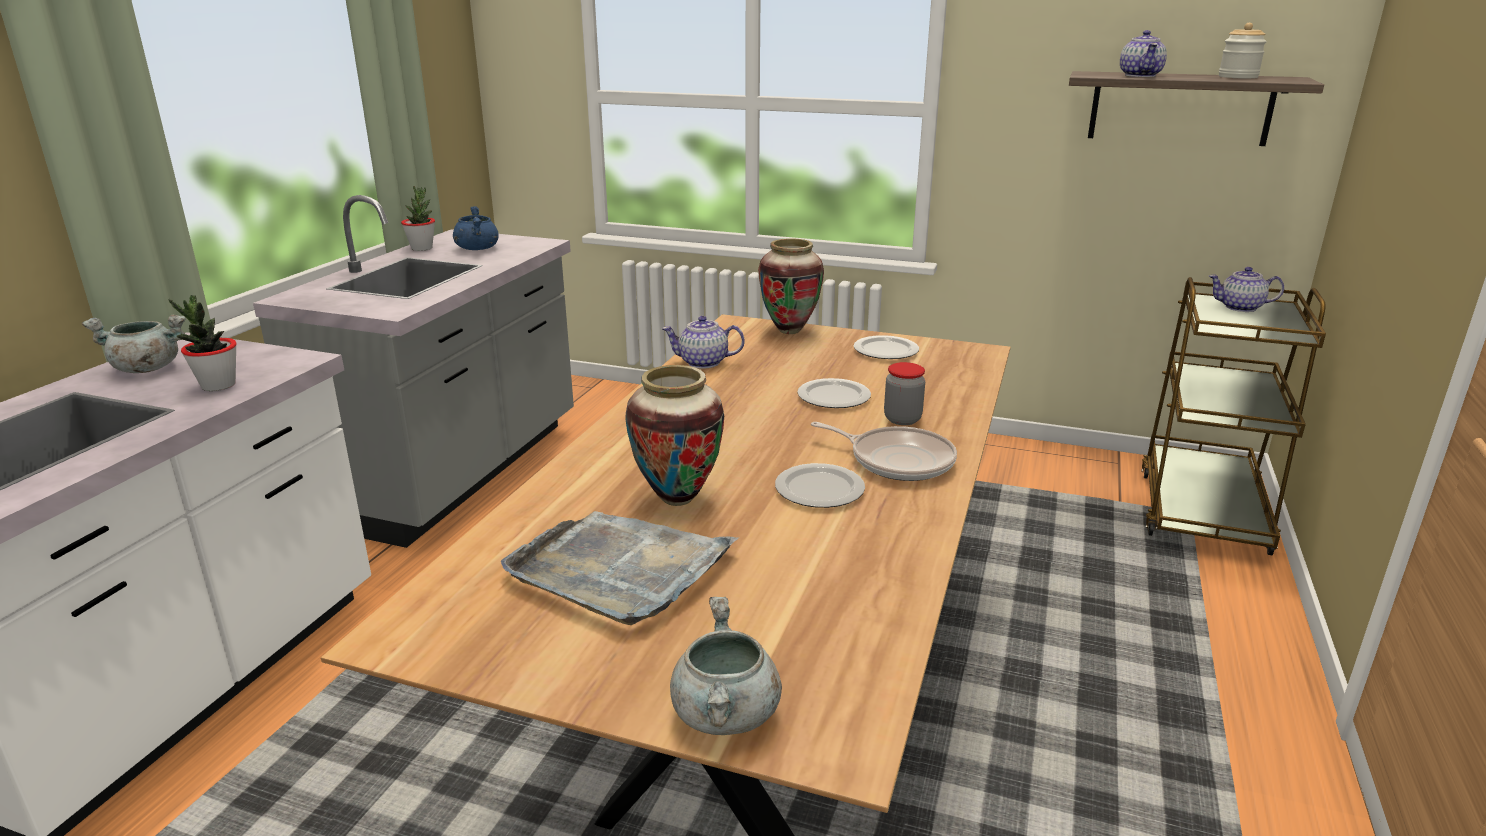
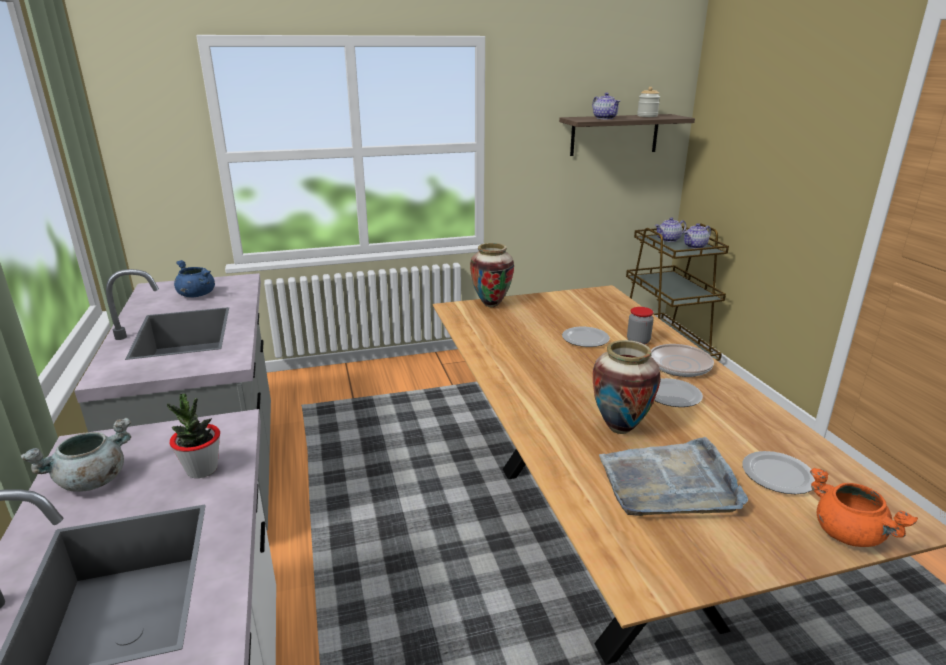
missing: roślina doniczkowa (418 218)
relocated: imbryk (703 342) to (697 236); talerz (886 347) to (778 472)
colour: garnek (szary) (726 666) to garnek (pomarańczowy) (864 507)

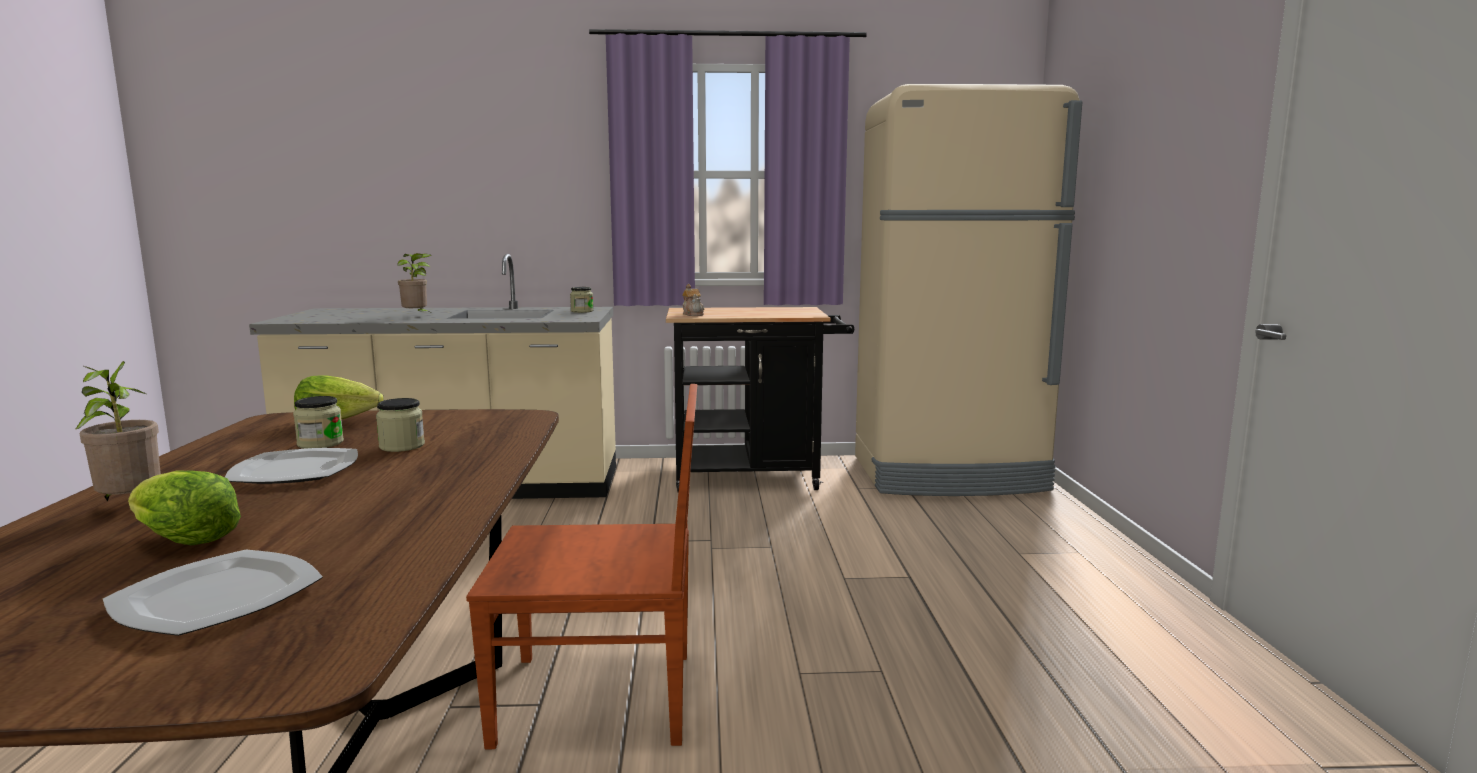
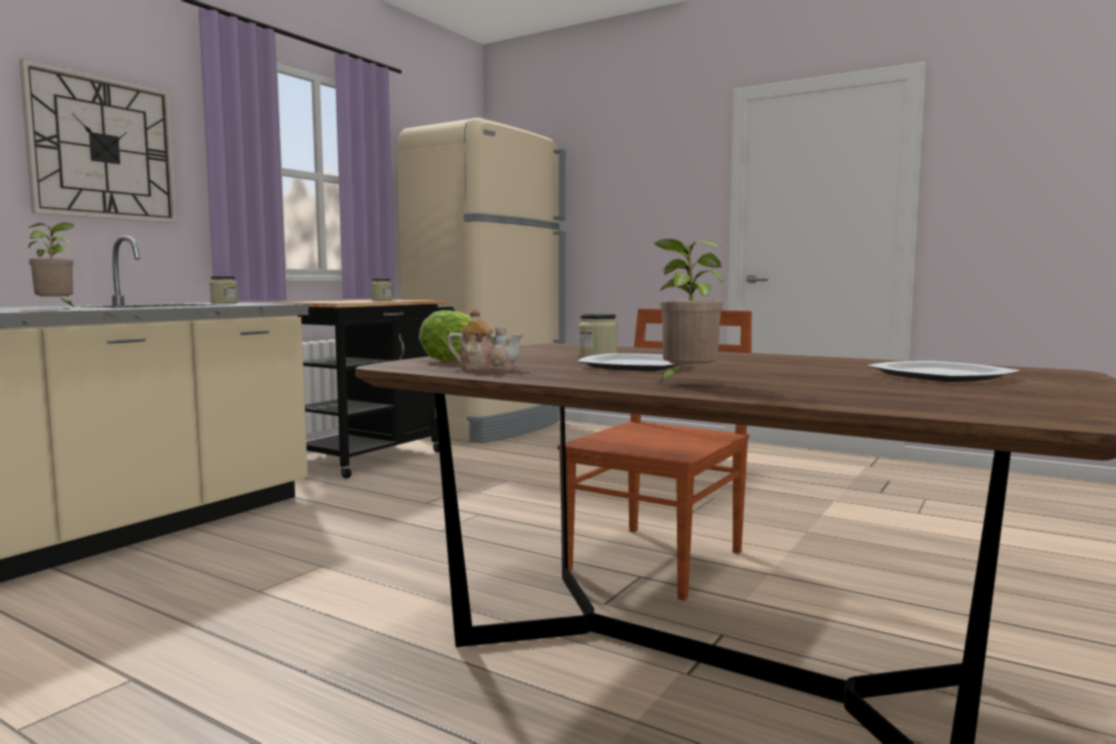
missing: sałata (184 508)
appeared: zegar ścienny (98 141)
relocated: słoik (318 422) to (381 290); imbryk (693 300) to (485 339)

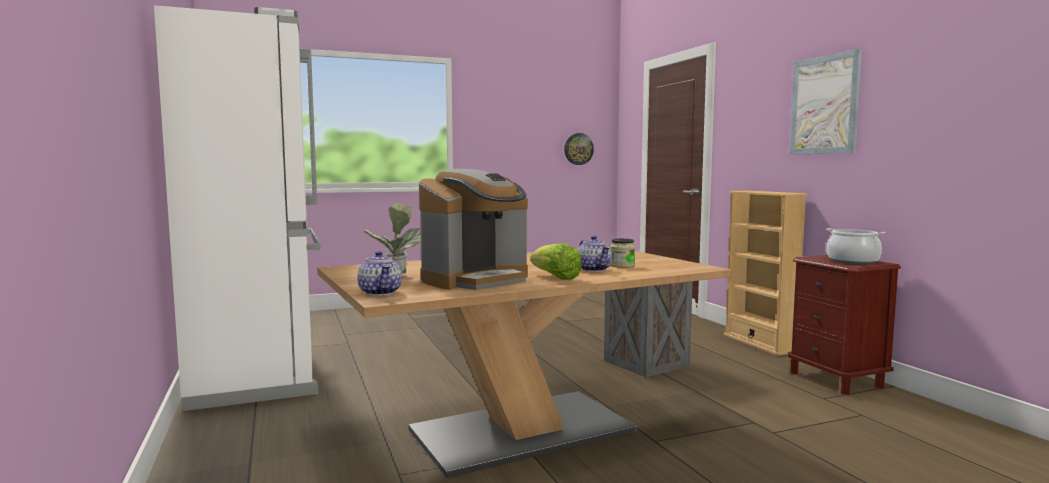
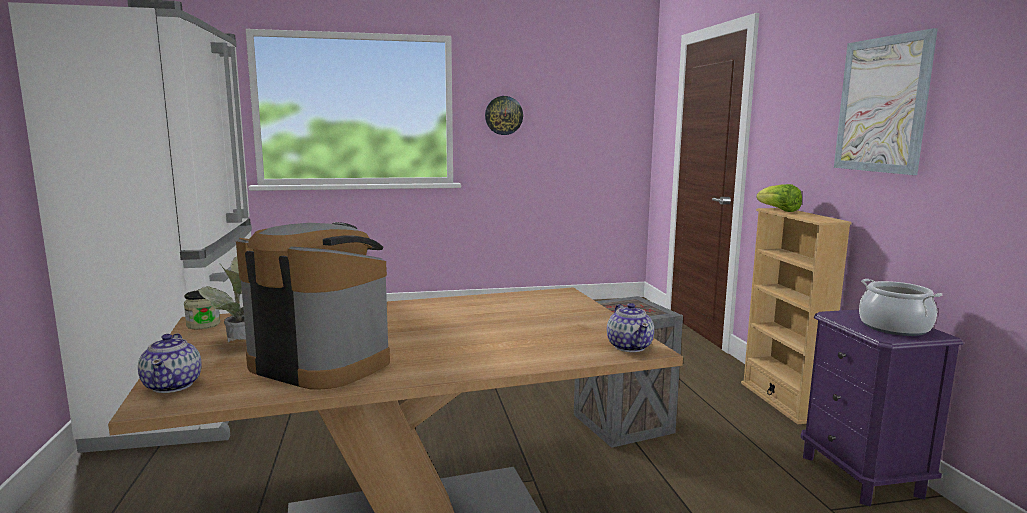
relocated: sałata (555 261) to (779 198); zegar ścienny (579 149) to (504 115); imbryk (594 254) to (630 327); słoik (622 253) to (202 309)
colour: szafka nocna (brązowy) (844 325) to szafka nocna (fioletowy) (882 408)
spun: ekspres do kawy (473 229) = (313 305) 120 degrees counterclockwise

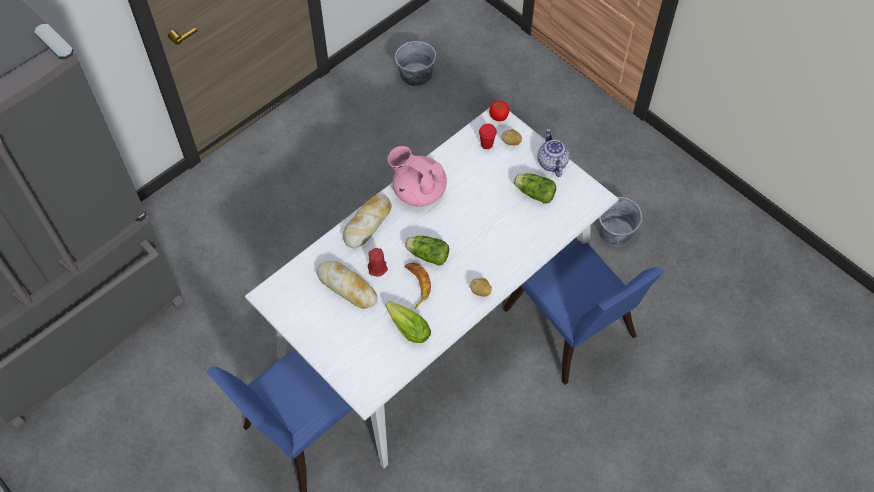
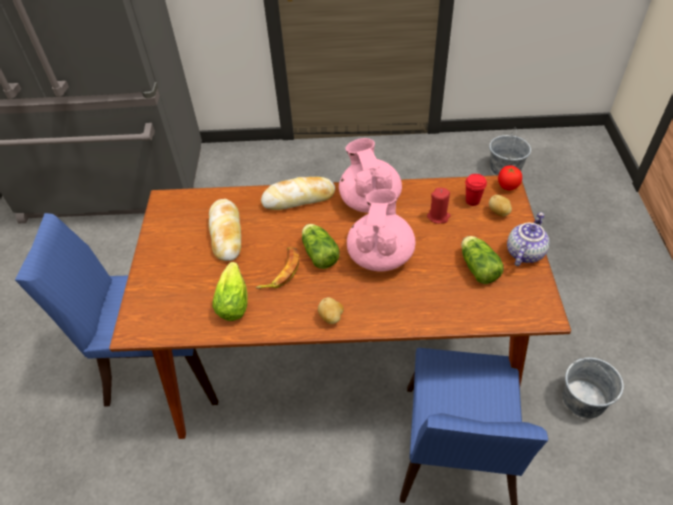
appeared: imbryk (różowy) (381 230)
relocated: świeca (czerwony) (378 262) to (439 206)
colour: stół jadalny (biały) (432 288) to stół jadalny (brązowy) (340 307)

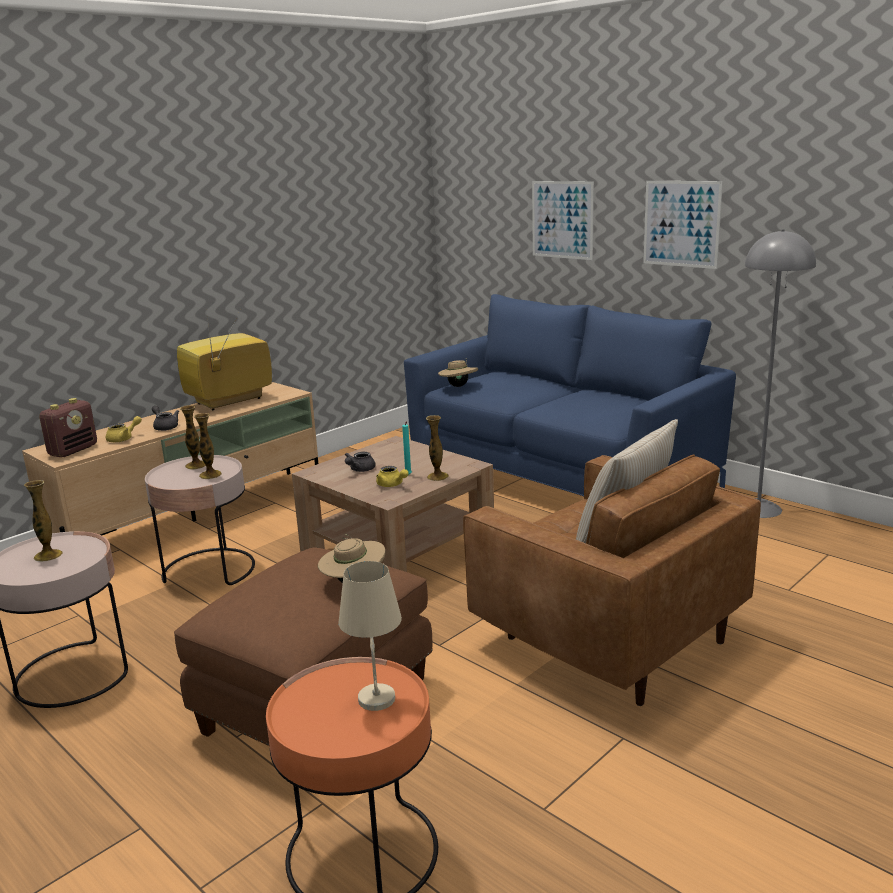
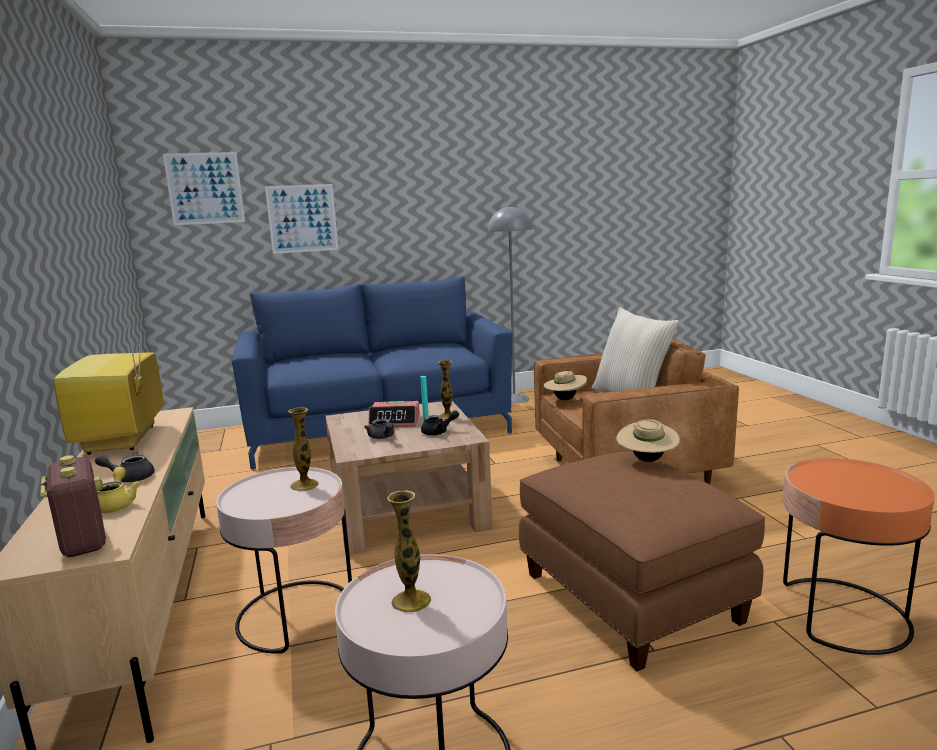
missing: wazon (193 437); lampa stołowa (beżowy) (370 636)
appeared: budzik (394 414)
relocated: kapelusz (beżowy) (458 373) to (565 384); obraz (683 225) to (204 188)
colour: imbryk (żółty) (392 476) to imbryk (czarny) (440 422)

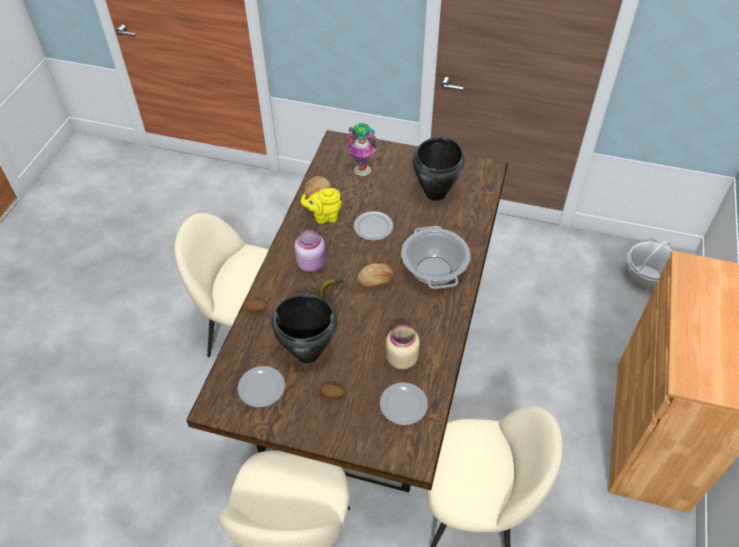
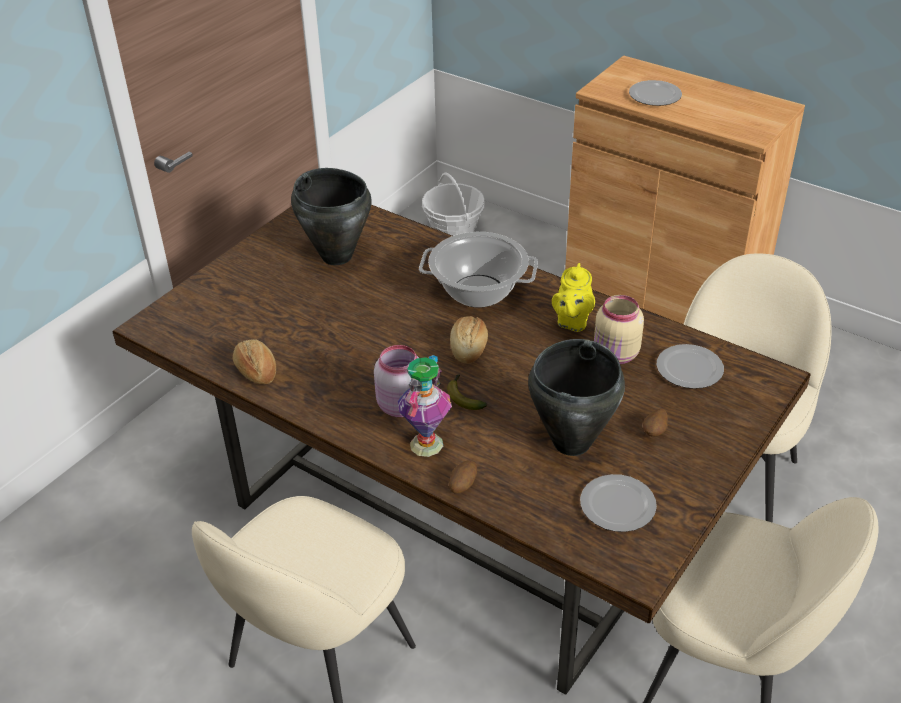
relocated: imbryk (żółty) (321 206) to (573 297); wazon (362 149) to (425 406); talerz (373 226) to (655 93)

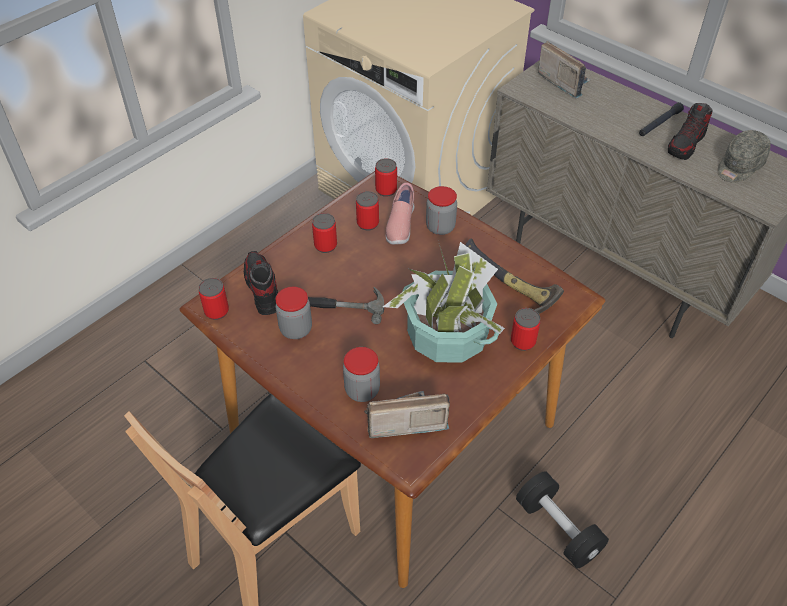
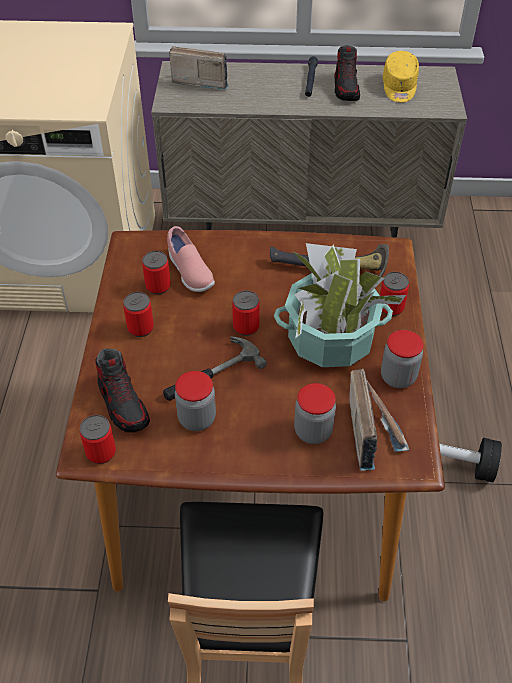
relocated: puszka (386 177) to (246 313); słoik (441 210) to (402 359)
colour: czapka z daszkiem (szary) (743 156) to czapka z daszkiem (żółty) (401 76)
spun: but (261 283) = (122 390) 150 degrees counterclockwise; radio (407 414) = (379 419) 135 degrees clockwise

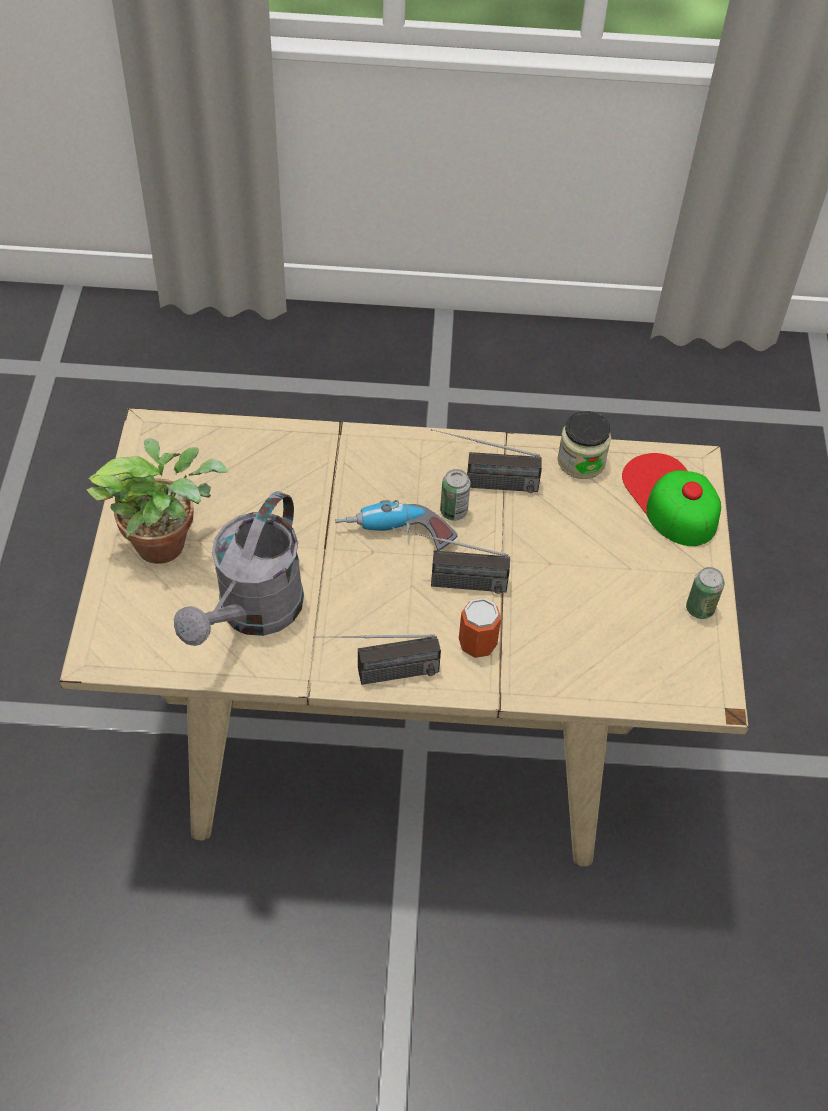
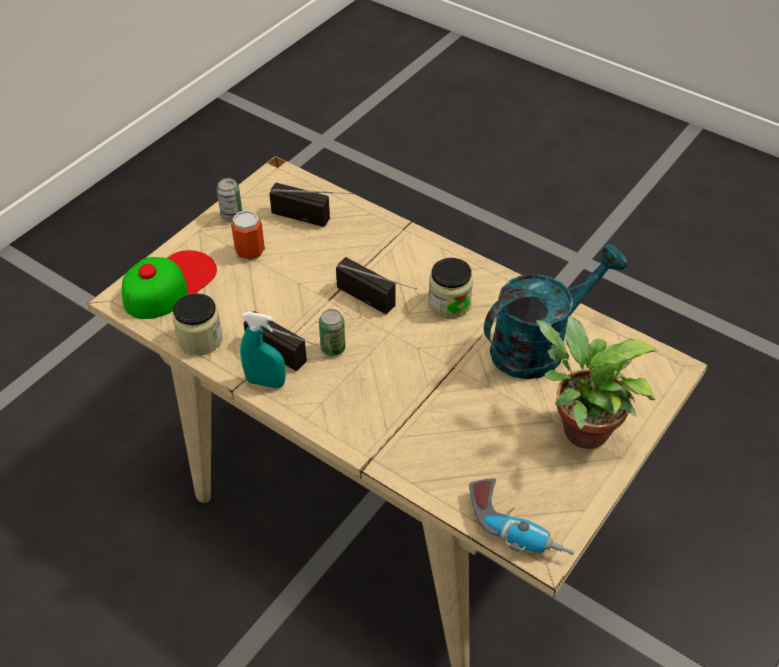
appeared: spryskiwacz (turkusowy) (262 350); słoik (450 288)
relocated: radio (377 659) to (311 204); wiertarka (396 525) to (521 516); puszka (480 628) to (248 235)
colour: konewka (szary) (239 568) to konewka (turkusowy) (555 311)
spun: czapka z daszkiem (671 499) = (169 284) 150 degrees counterclockwise

